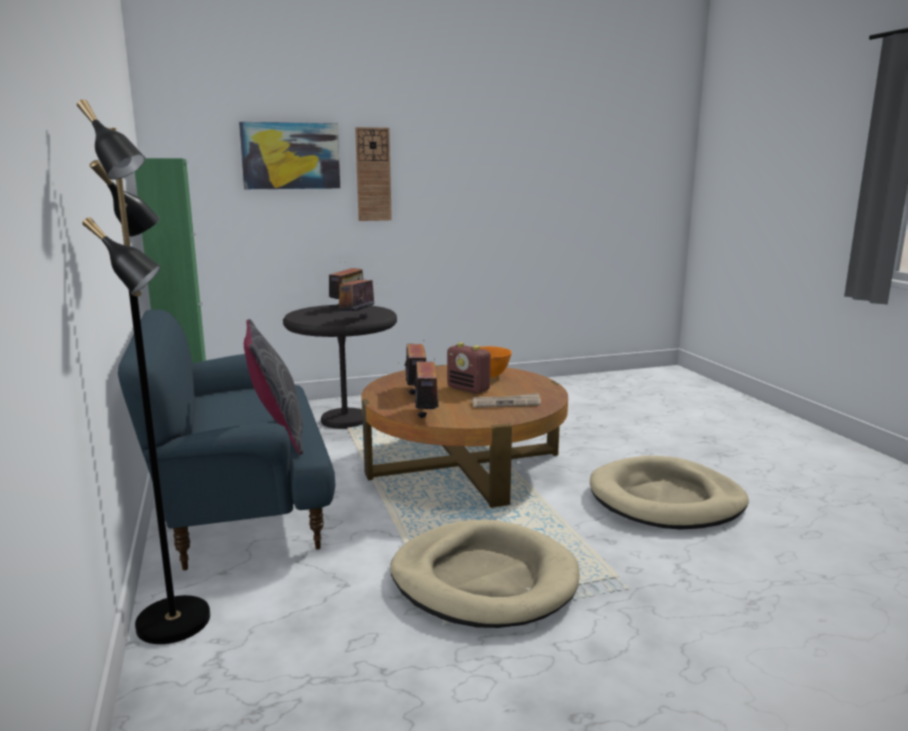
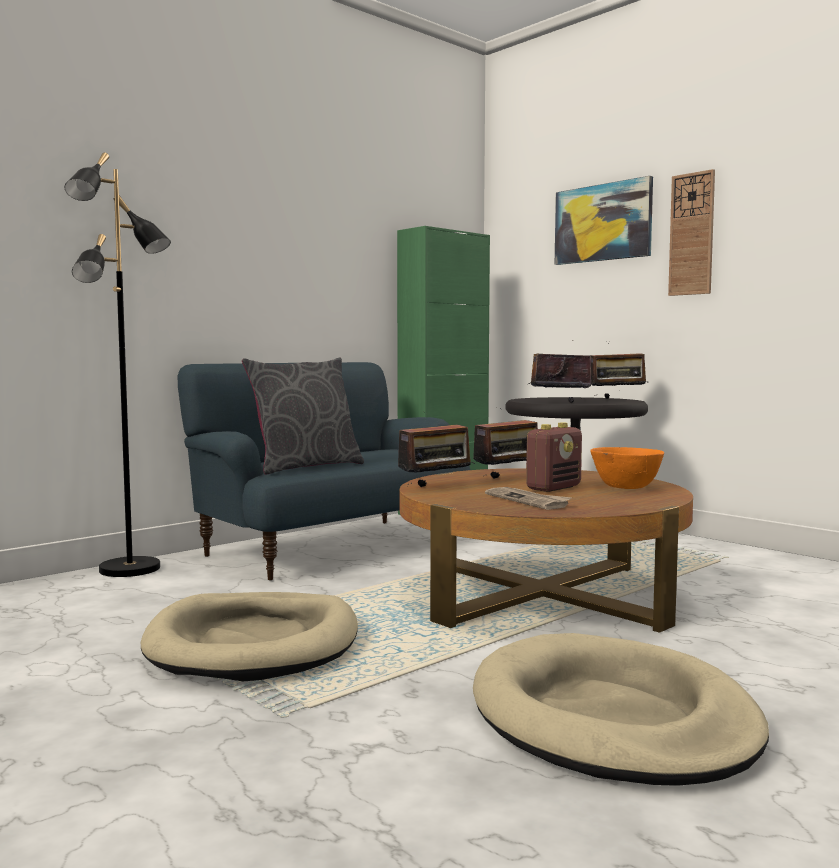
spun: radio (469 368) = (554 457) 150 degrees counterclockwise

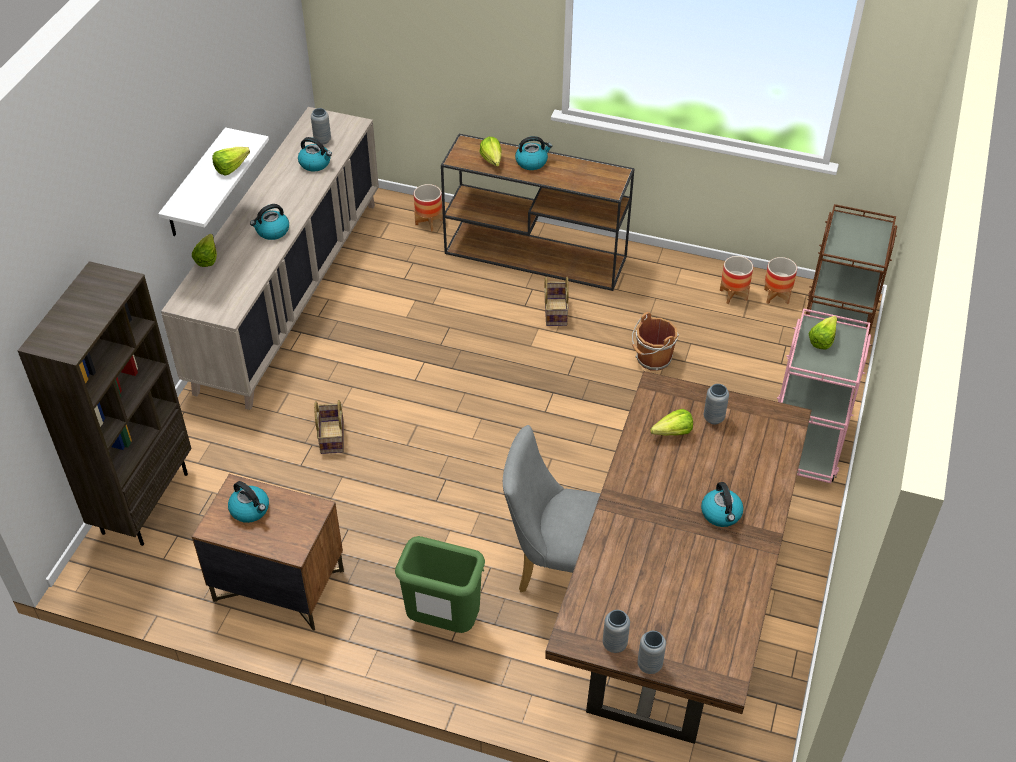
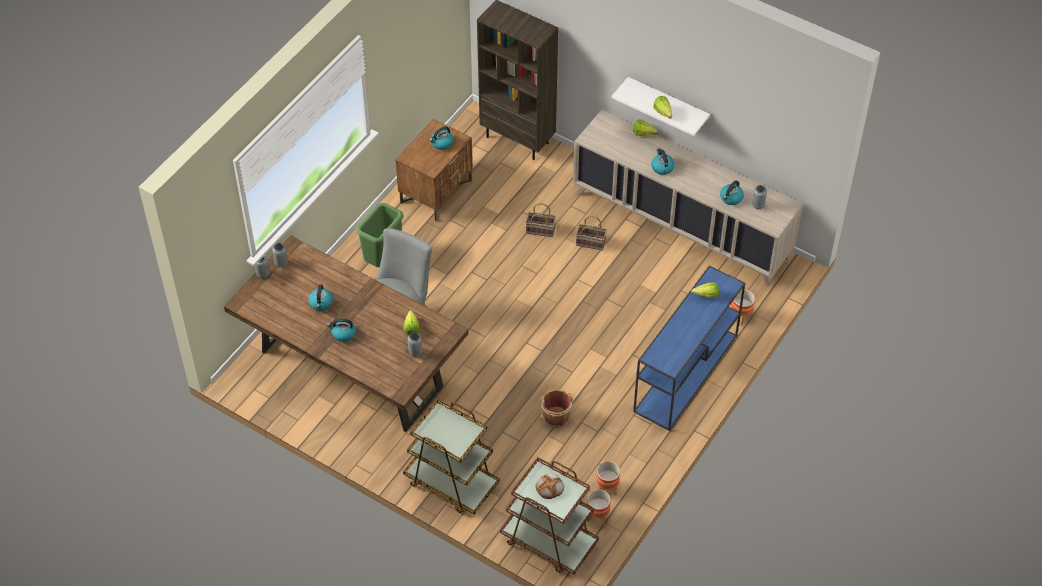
missing: sałata (823 333)
appeared: chleb (550 486)
relocated: czajnik (533 153) to (320 297); koszyk (556 301) to (591 233)
colour: stolik konsolowy (brązowy) (538 212) to stolik konsolowy (niebieski) (689 348); wózek (różowy) (824 395) to wózek (brązowy) (451 456)

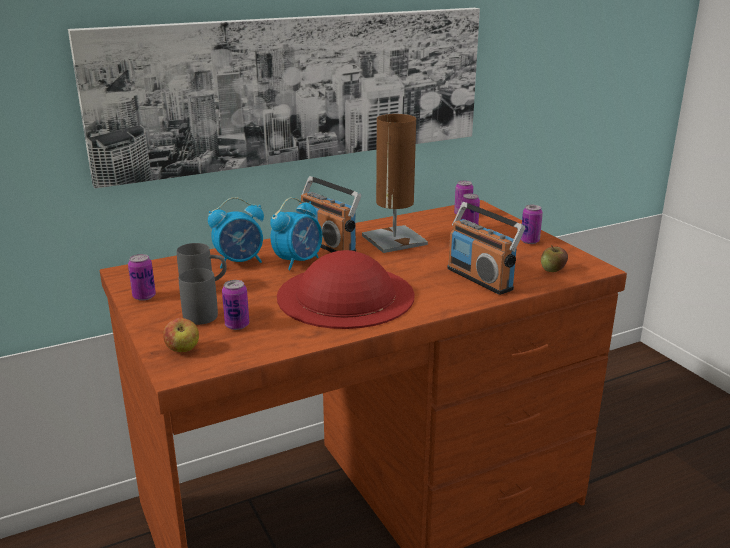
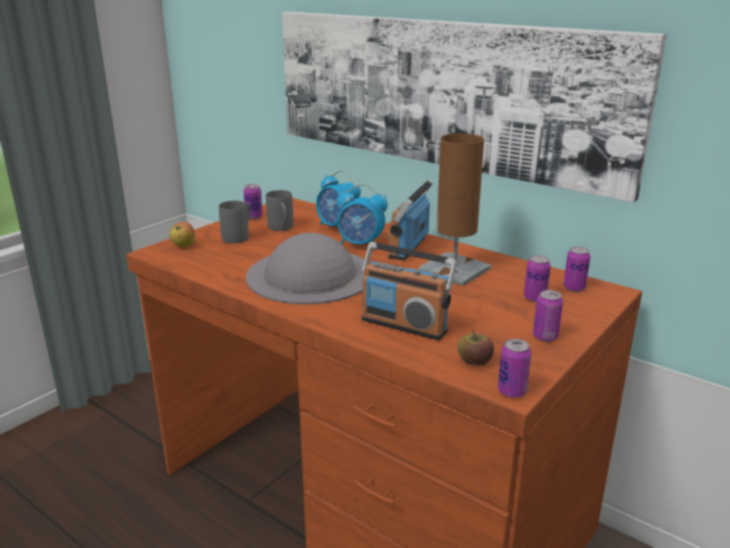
relocated: puszka (235 305) to (514 368)
colour: kapelusz (czerwony) (345 289) to kapelusz (szary) (308 268)
spun: radio (486 248) = (409 291) 90 degrees counterclockwise

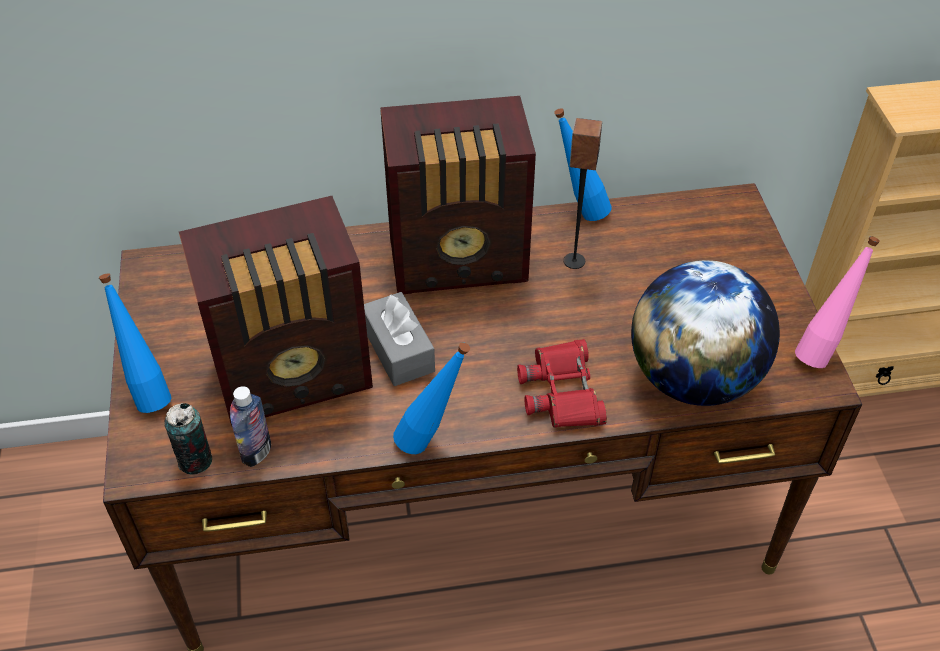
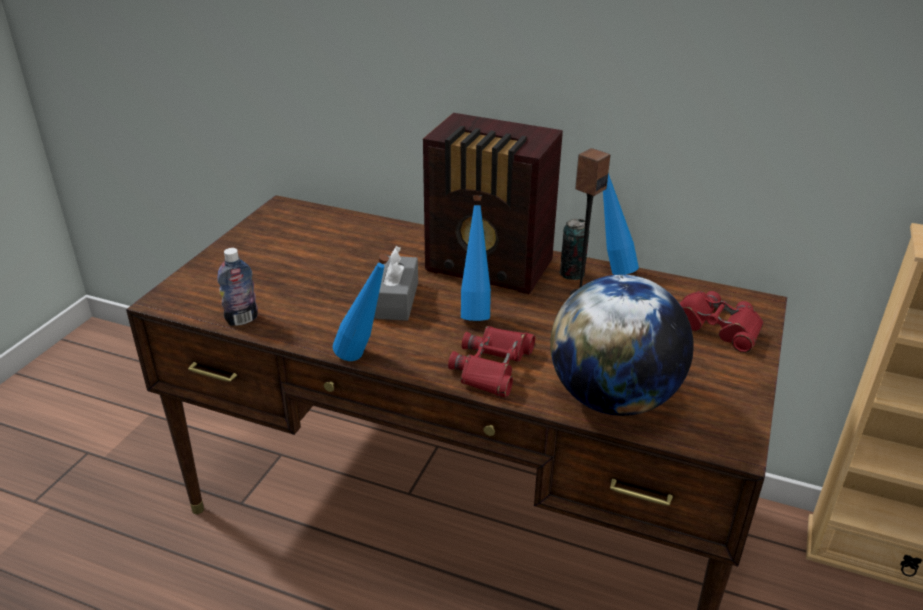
missing: radio (276 311); butelka (różowy) (837 302)
appeared: lornetka (czerwony) (721 322)
relocated: butelka (niebieski) (135 343) to (476 258); puszka (188 439) to (574 249)

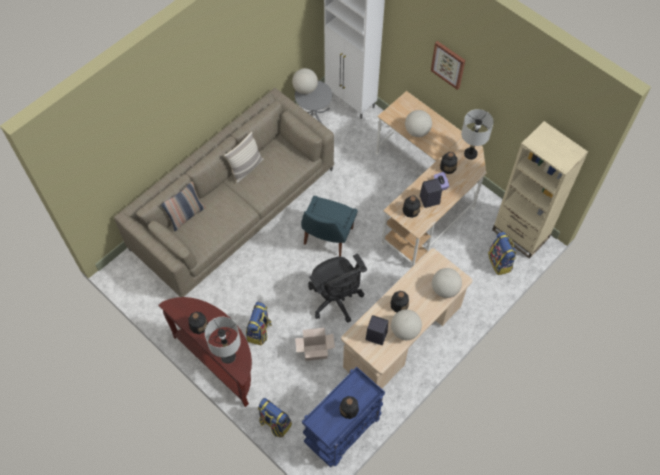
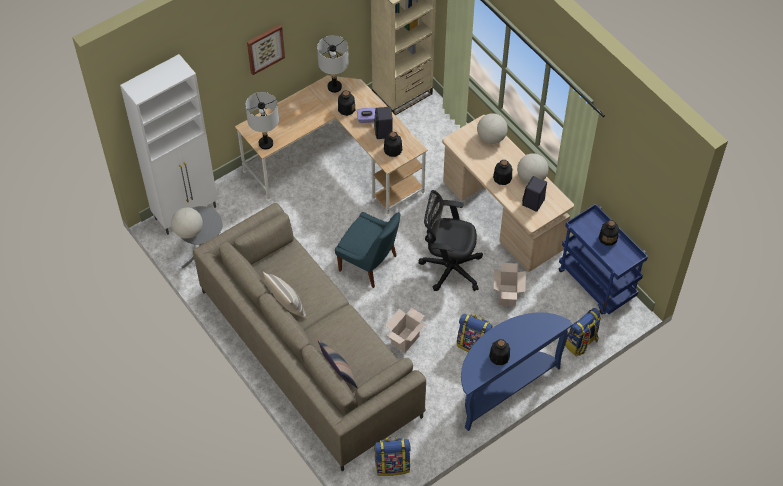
missing: globus (418 123)
appeared: karton (405 330)
relocated: lampa stołowa (szary) (223 340) to (262 121); plecak (502 253) to (392 456)
colour: stolik konsolowy (brązowy) (205 352) to stolik konsolowy (niebieski) (517 371)
spun: krzesło biurowe (czarny) (337 288) = (450 240) 150 degrees counterclockwise

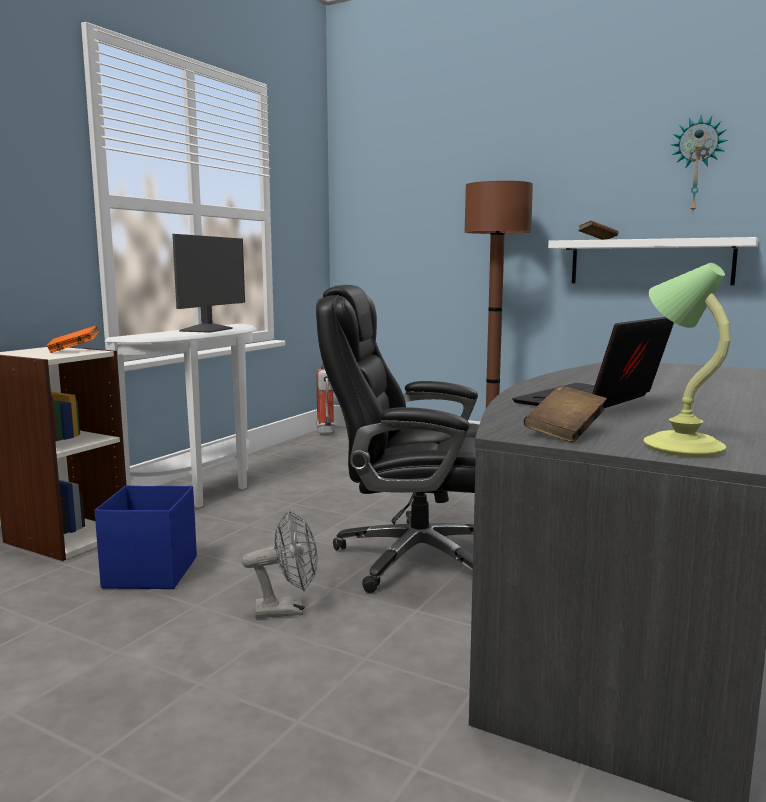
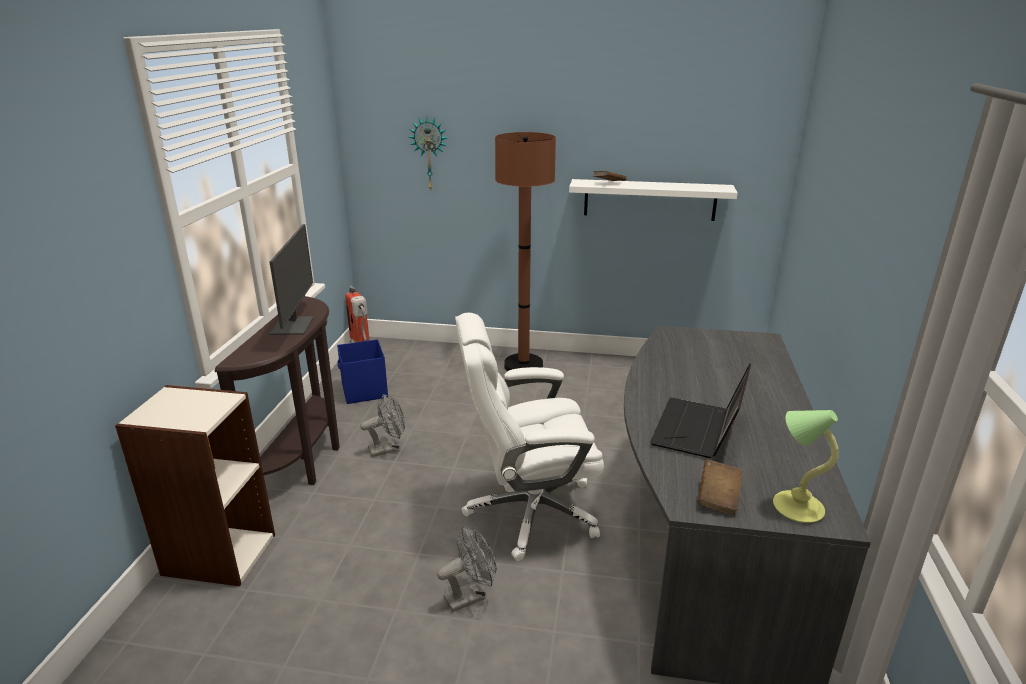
missing: książka (pomarańczowy) (72 339)
appeared: wentylator (szary) (382 425)
relocated: pojemnik do przechowywania (niebieski) (146 537) to (362 371); zegar ścienny (699 163) to (428 153)
colour: stolik konsolowy (biały) (181 416) to stolik konsolowy (brązowy) (277 390); krzesło biurowe (czarny) (397 439) to krzesło biurowe (biały) (529 437)

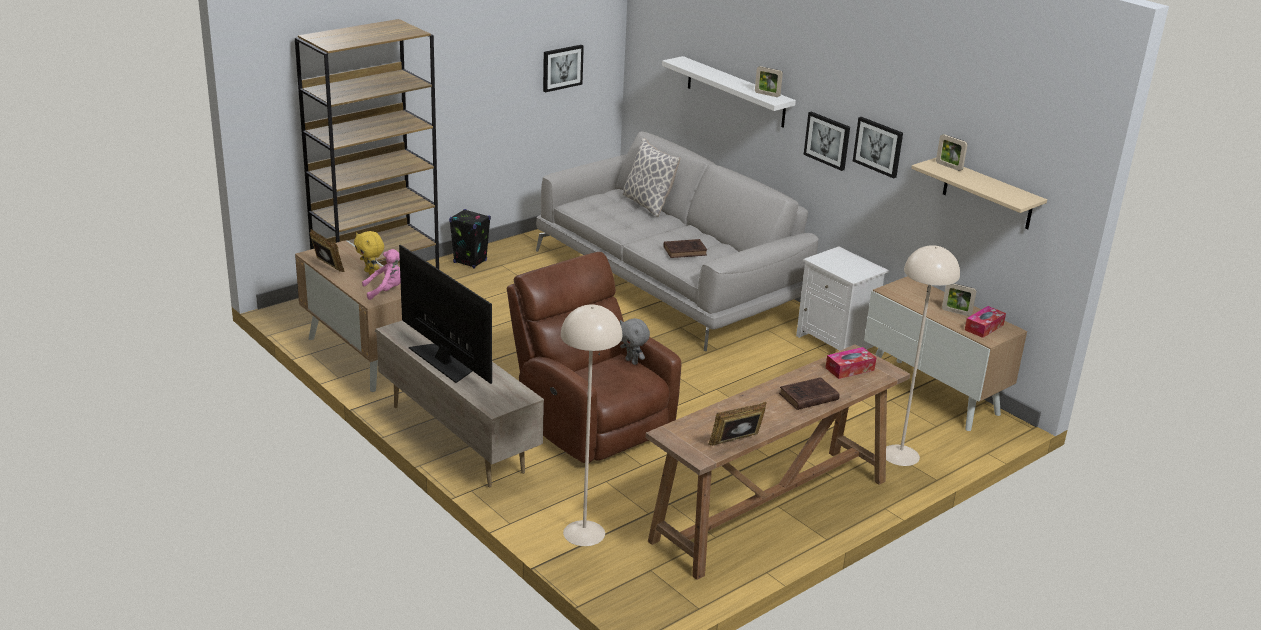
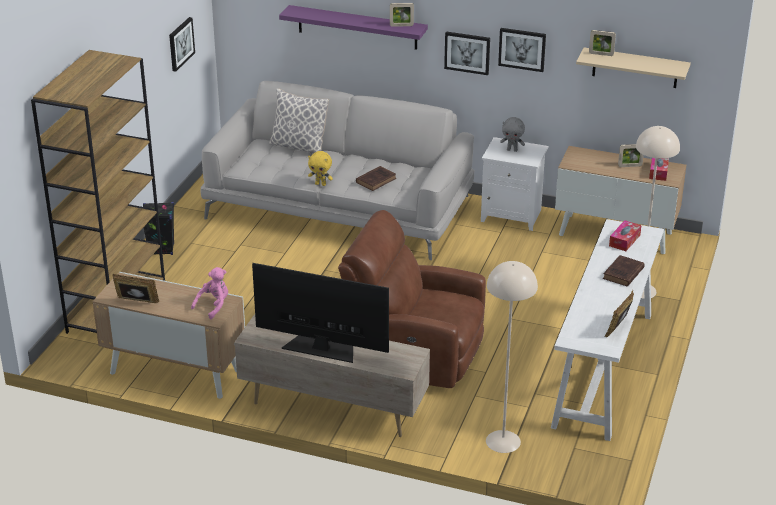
relocated: pluszak (żółty) (369 253) to (320 168); pluszak (szary) (635 341) to (512 134)
colour: stolik konsolowy (brązowy) (778 462) to stolik konsolowy (biały) (607 330); półka (biały) (729 91) to półka (fioletowy) (353 27)

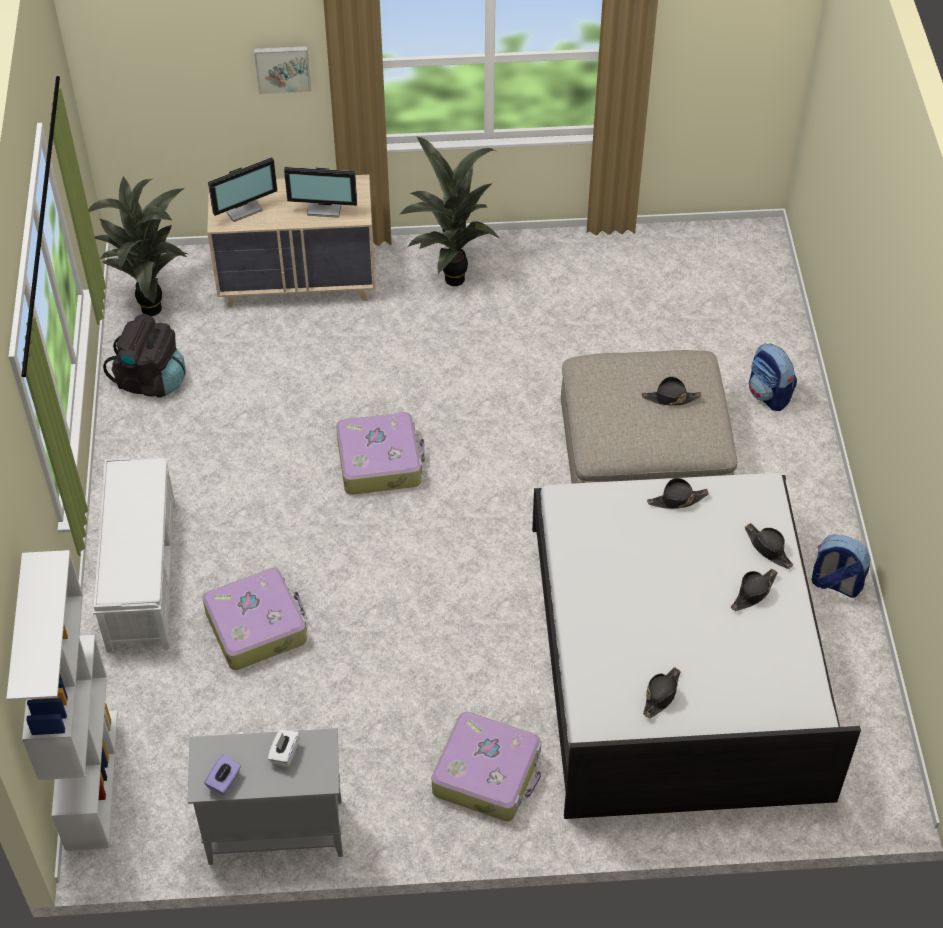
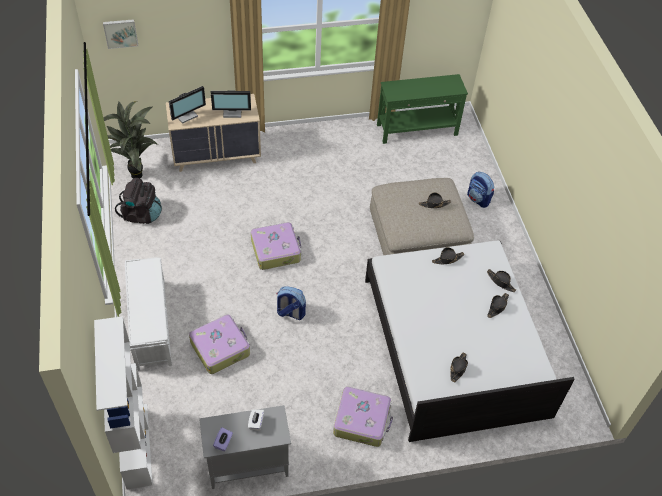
missing: roślina doniczkowa (449 211)
appeared: stolik konsolowy (zielony) (422 109)
relocated: obraz (282 70) to (120 34); plecak (841 566) to (291 303)

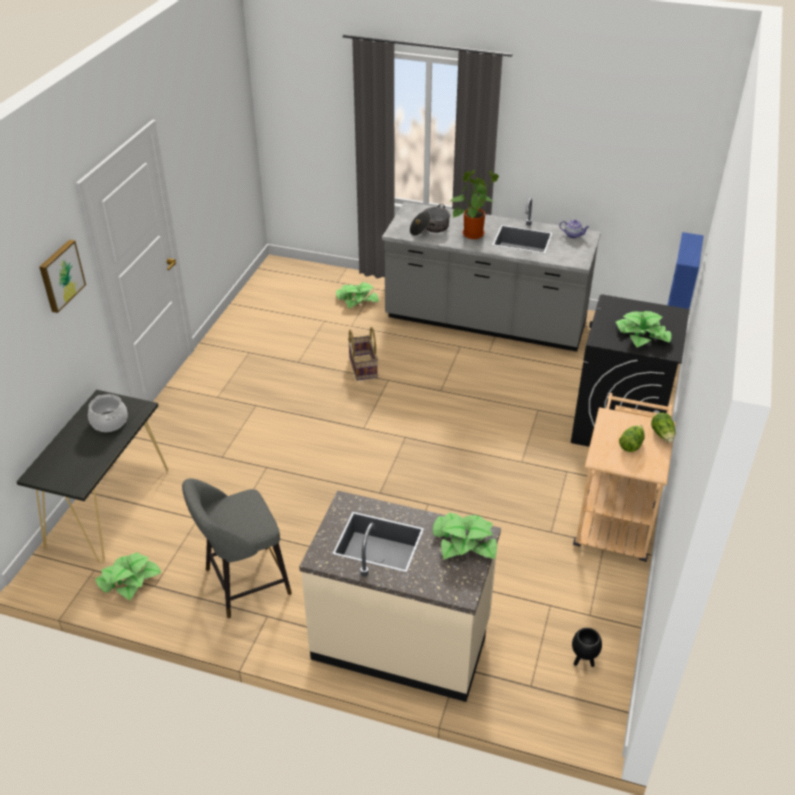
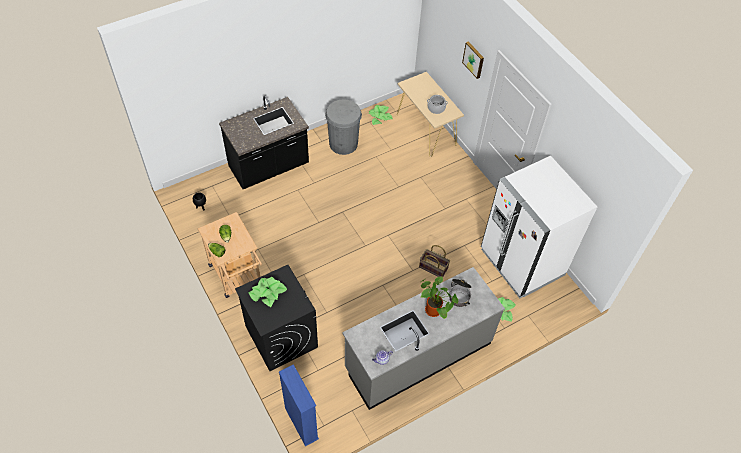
missing: roślina doniczkowa (465 535)
appeared: lodówka (biały) (539 227)
exchanged: stołek (szary) (237 548) to kosz na śmieci (szary) (343 127)
colour: stolik konsolowy (czarny) (92 476) to stolik konsolowy (beżowy) (430 114); zabudowa kuchenna (beżowy) (400 596) to zabudowa kuchenna (czarny) (264 142)

